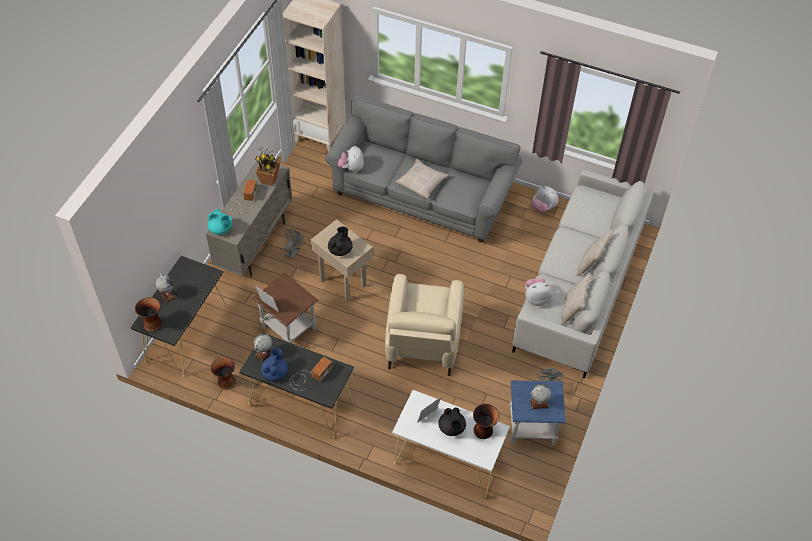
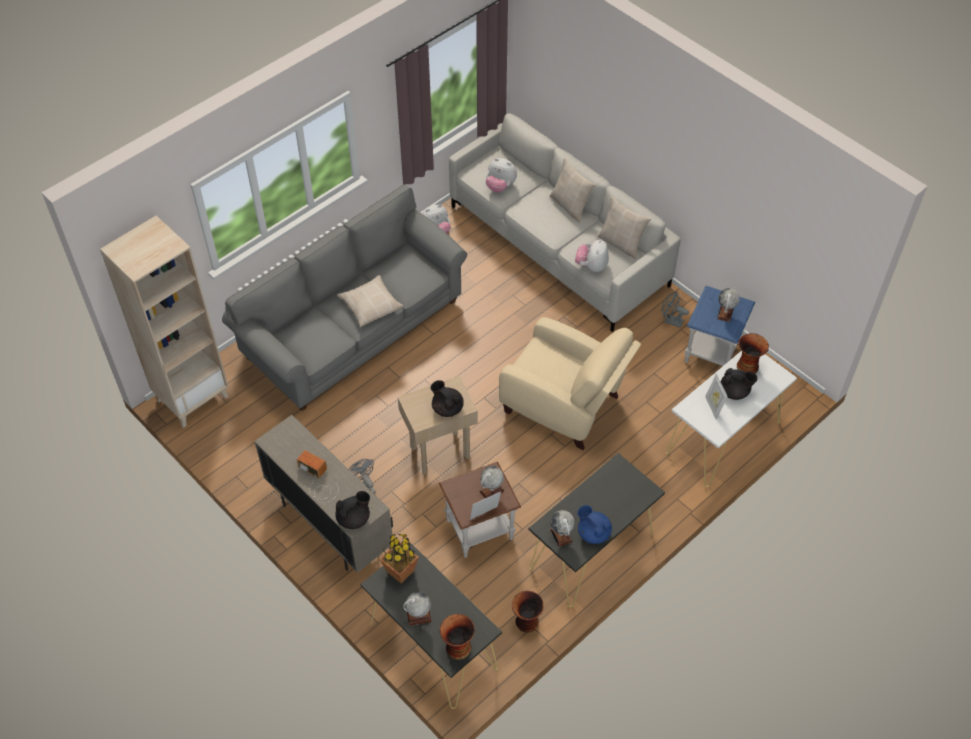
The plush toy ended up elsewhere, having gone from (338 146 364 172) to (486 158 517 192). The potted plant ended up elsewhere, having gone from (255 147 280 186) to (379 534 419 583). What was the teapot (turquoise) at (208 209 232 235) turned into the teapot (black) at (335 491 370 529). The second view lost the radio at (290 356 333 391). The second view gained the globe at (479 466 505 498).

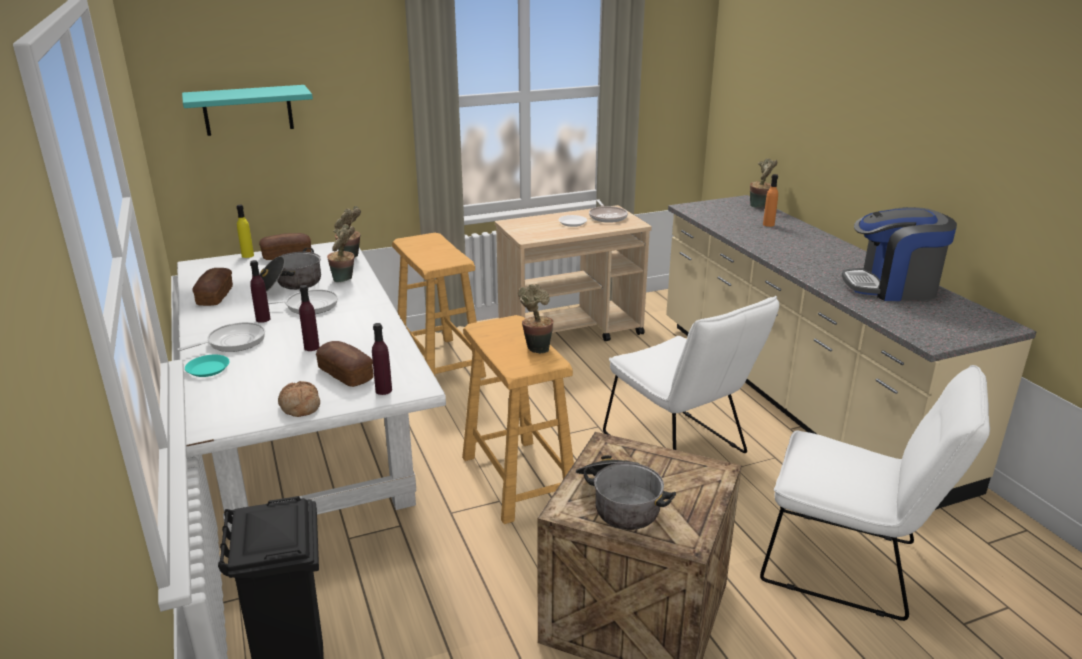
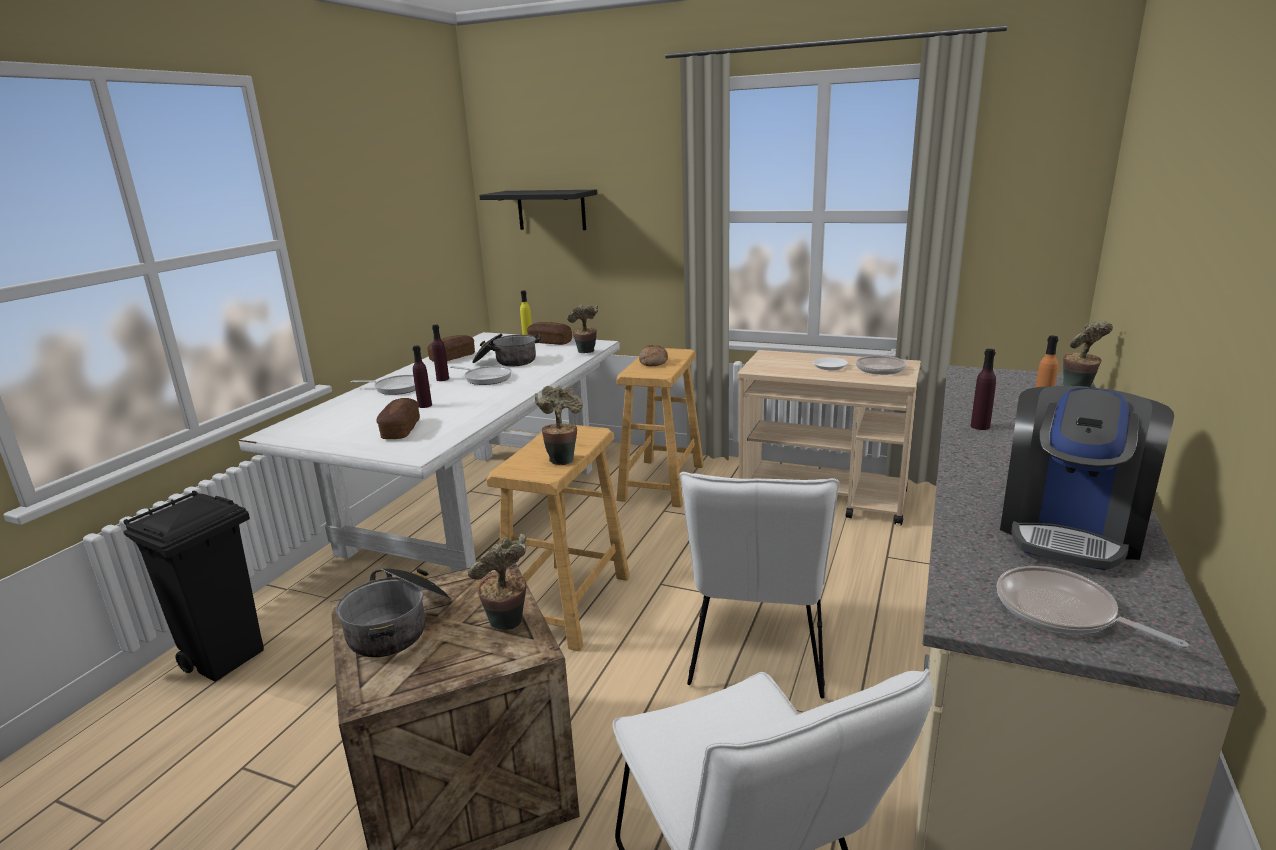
What was the shelf (turquoise) at (182 85 313 136) turned into the shelf (black) at (479 190 597 230). The coffee machine at (842 207 957 301) ended up facing another way, 105 degrees counterclockwise from before. The potted plant ended up elsewhere, having gone from (327 224 355 282) to (468 534 527 630). The bottle (purple) ended up elsewhere, having gone from (372 323 392 395) to (971 349 996 430). The second view lost the plate (turquoise) at (185 355 230 377). The bread ended up elsewhere, having gone from (278 381 320 417) to (639 345 668 366). The second view gained the frying pan at (997 566 1189 648).

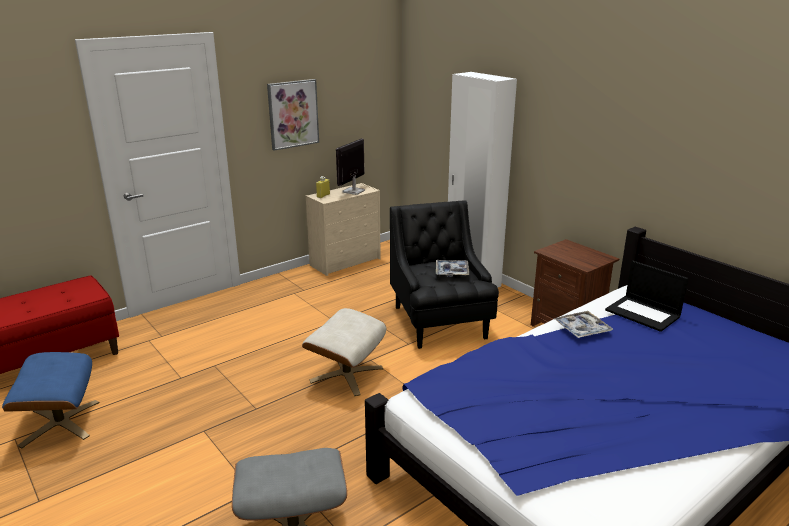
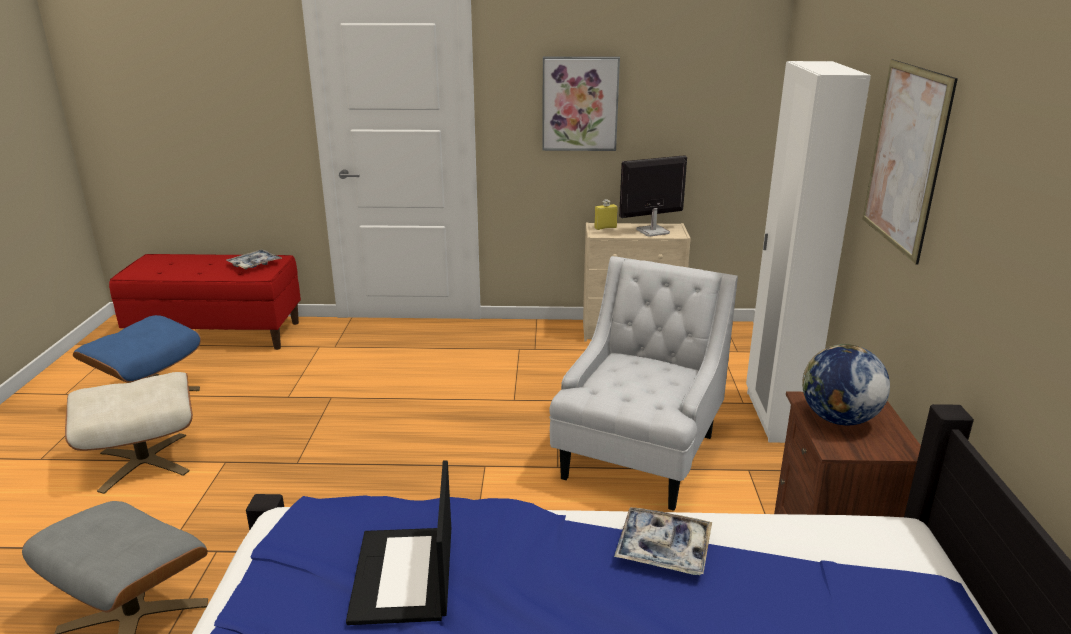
What was the armchair (black) at (390 200 499 349) turned into the armchair (white) at (549 256 738 511). The tray ended up elsewhere, having gone from (436 260 469 277) to (226 249 282 269). The laptop ended up elsewhere, having gone from (605 261 688 332) to (346 460 451 625). The ottoman (beige) ended up elsewhere, having gone from (302 308 386 396) to (65 372 193 494). The second view gained the picture at (863 59 958 265). The second view gained the globe at (802 344 890 426).

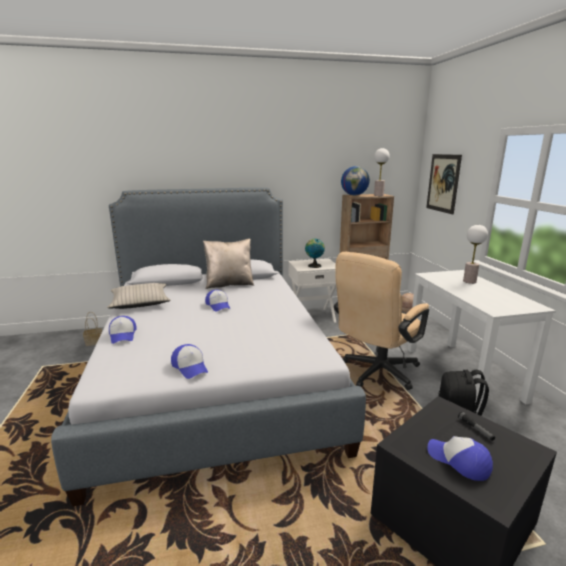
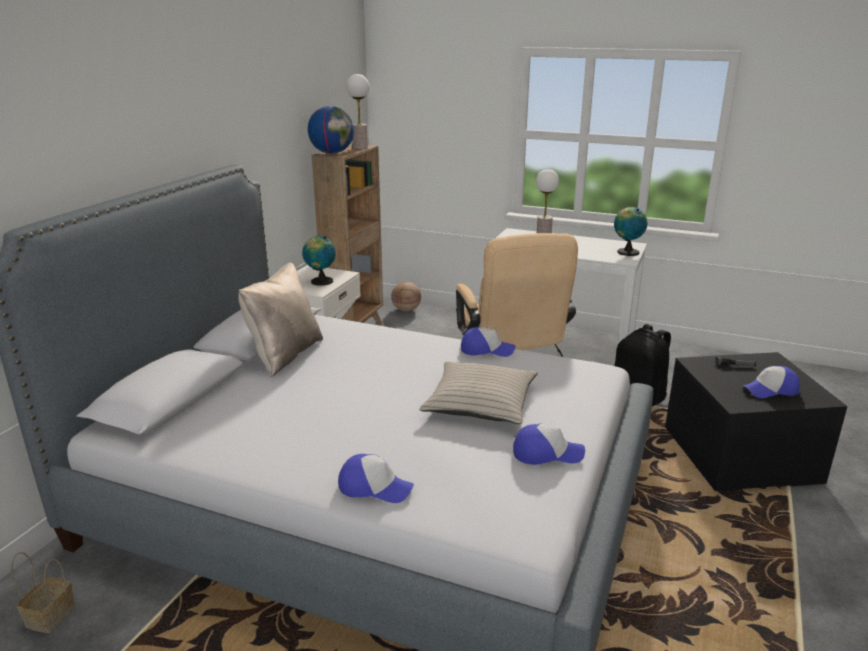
The second view lost the picture at (426 154 462 215). The pillow (beige) ended up elsewhere, having gone from (107 283 170 309) to (419 361 538 424). The cap ended up elsewhere, having gone from (205 290 230 312) to (461 327 515 357). The second view gained the globe at (614 207 648 256).

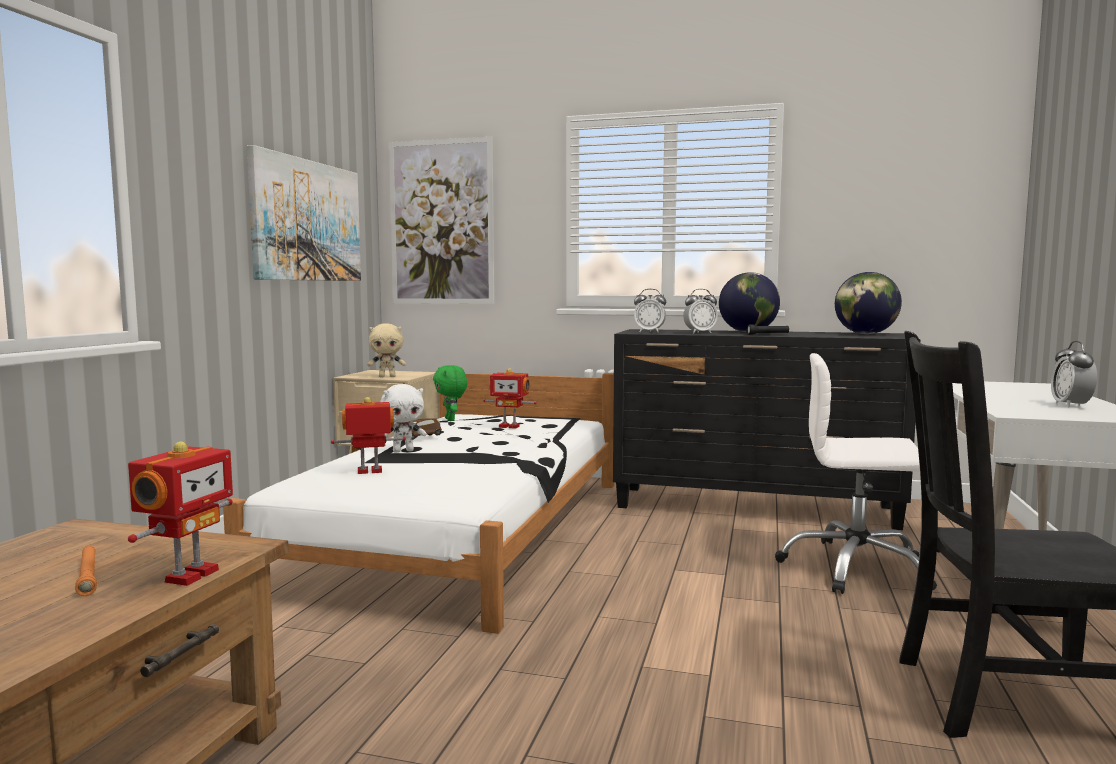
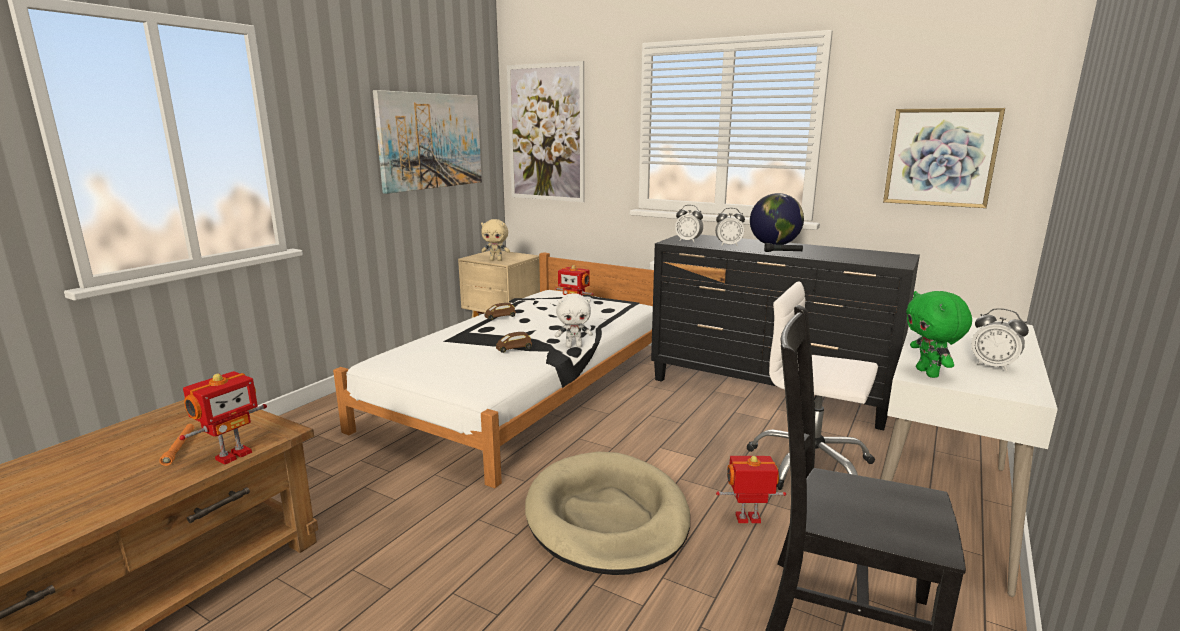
The second view lost the globe at (835 272 902 334). The alarm clock at (1051 341 1097 408) ended up facing another way, 75 degrees counterclockwise from before. The plush toy (green) ended up elsewhere, having gone from (433 365 467 421) to (906 291 972 378). The plush toy (white) ended up elsewhere, having gone from (380 384 427 452) to (555 293 593 348). The toy robot ended up elsewhere, having gone from (331 397 406 474) to (716 456 786 523). The second view gained the picture at (883 108 1005 208). The second view gained the toy car (brown) at (496 332 532 353). The second view gained the dog bed (beige) at (525 452 690 575).

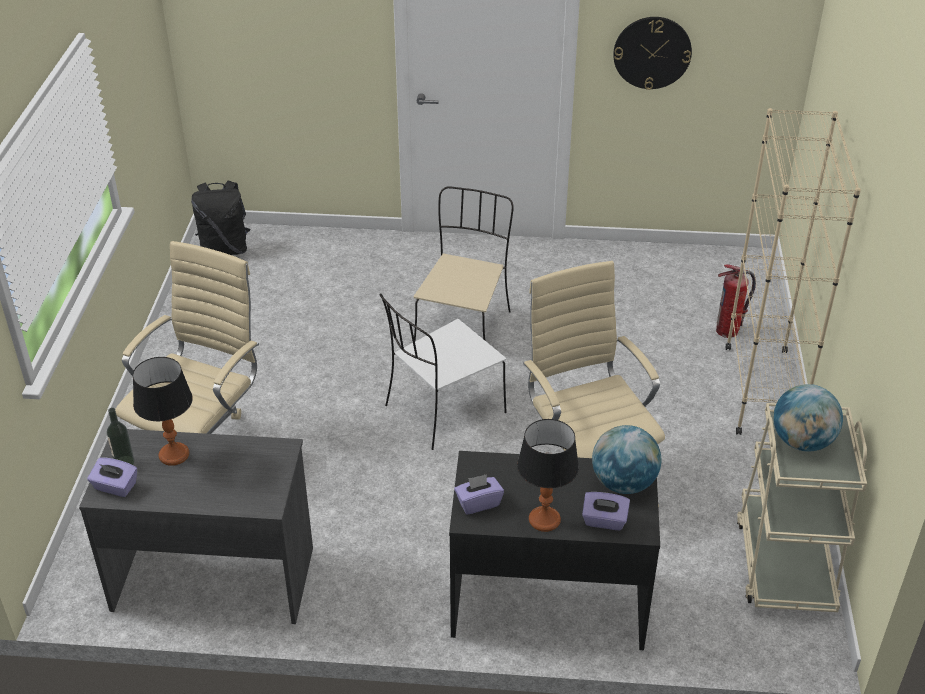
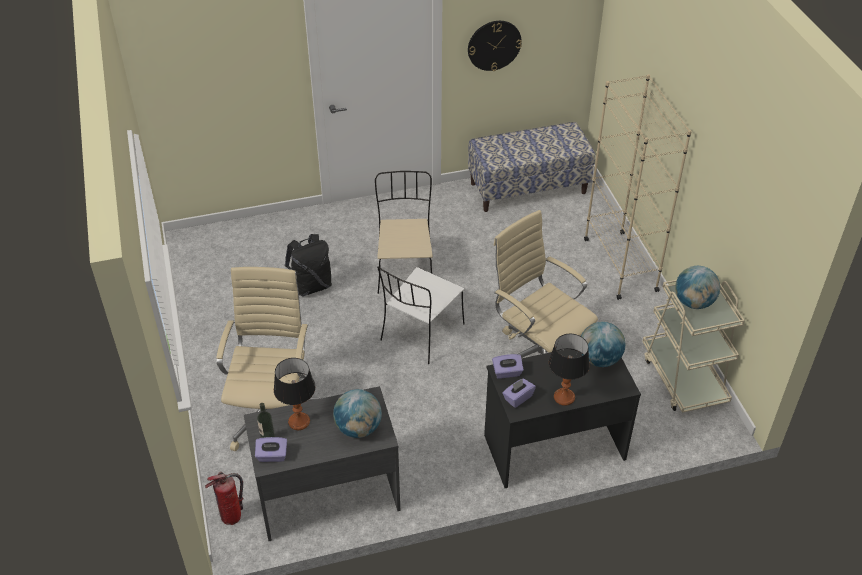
The backpack (black) ended up elsewhere, having gone from (191 181 250 255) to (285 234 332 296). The fire extinguisher ended up elsewhere, having gone from (716 264 756 338) to (205 472 243 525). The tissue box (purple) ended up elsewhere, having gone from (582 492 630 530) to (492 354 524 379). The second view gained the bench at (468 122 595 212). The second view gained the globe at (333 389 382 438).

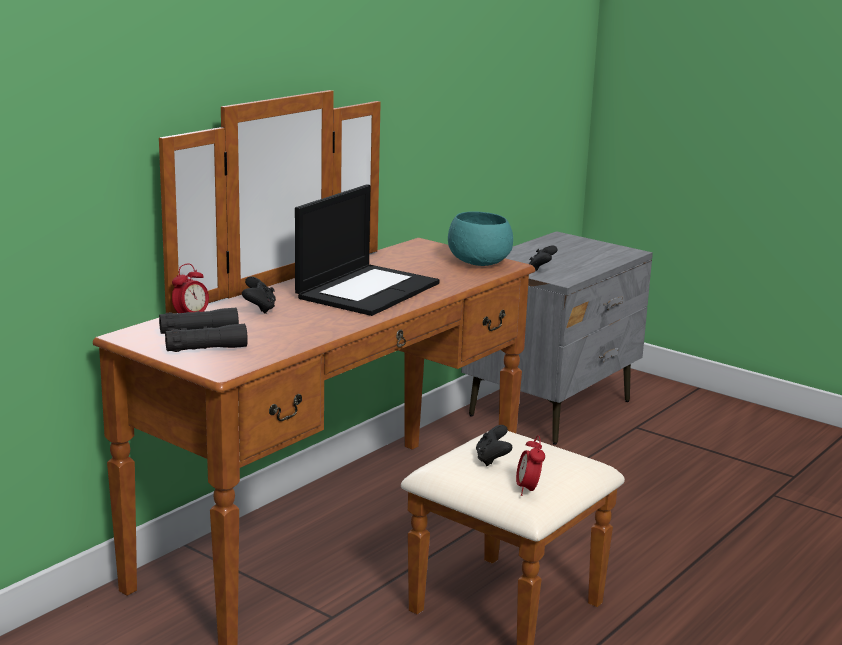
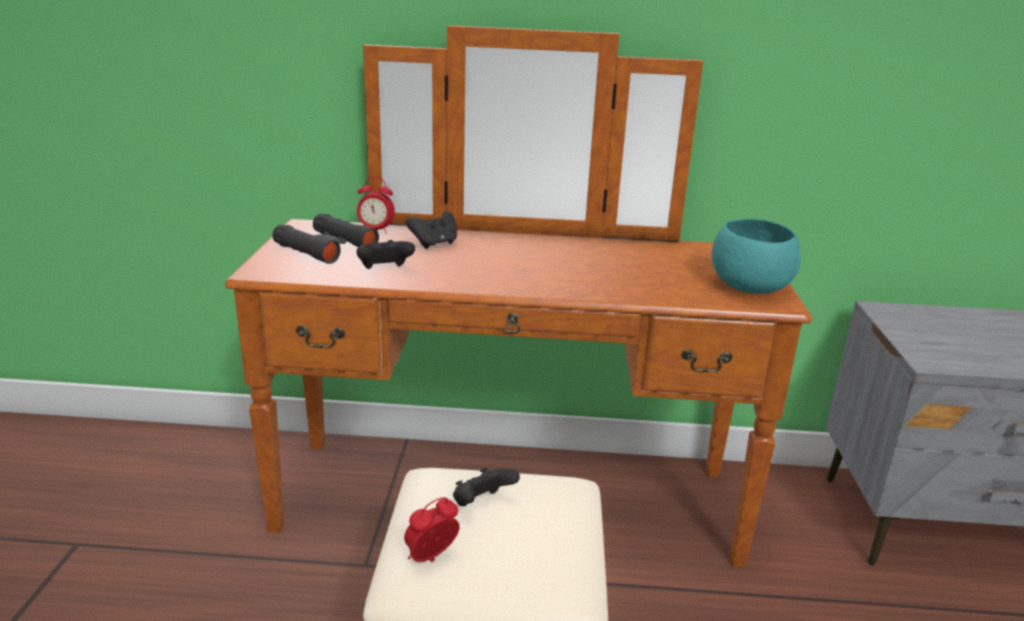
The second view lost the laptop at (295 184 440 316). The game controller (black) ended up elsewhere, having gone from (529 245 558 271) to (356 240 415 269).

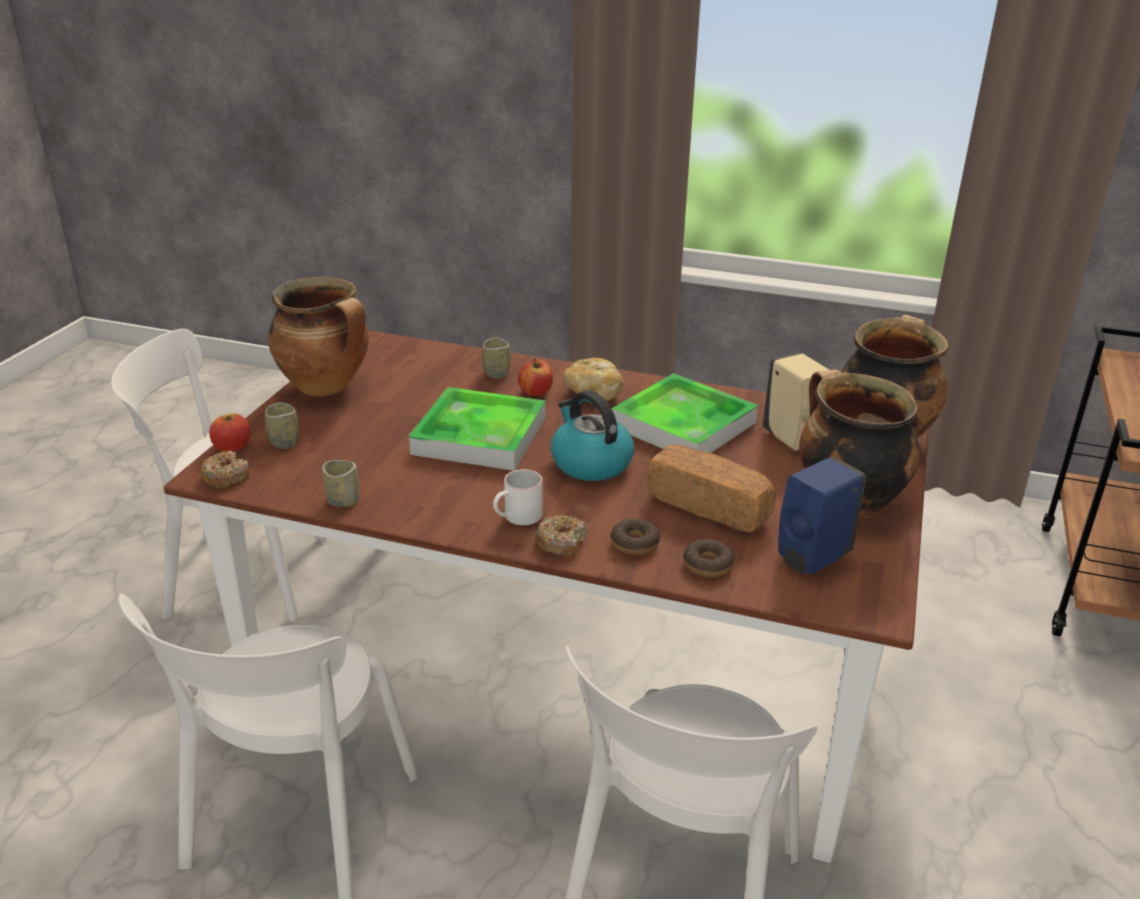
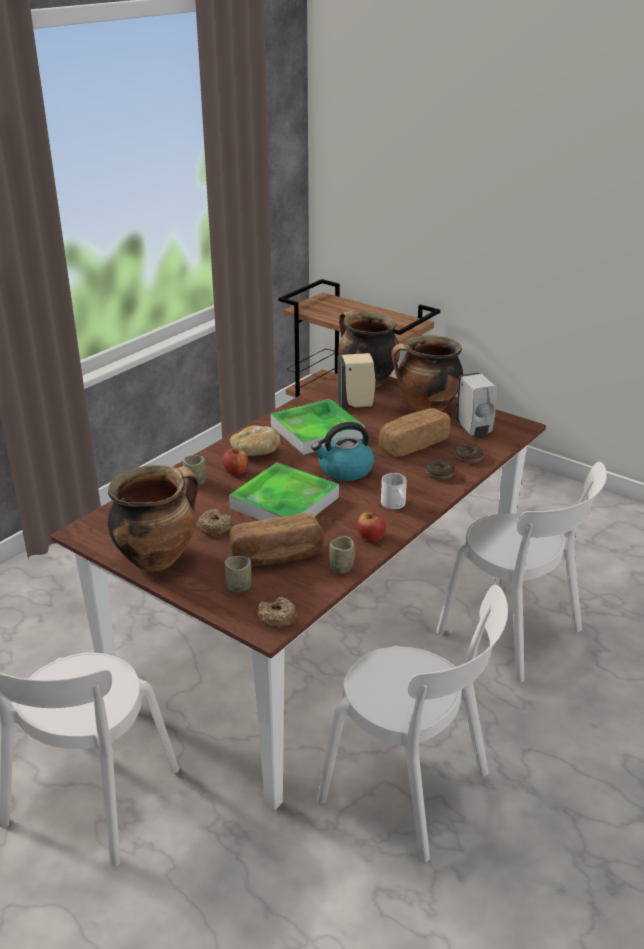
The apple ended up elsewhere, having gone from (209 414 251 452) to (357 511 386 542). What was the soap dispenser (blue) at (778 457 866 574) turned into the soap dispenser (white) at (456 372 497 437). The donut ended up elsewhere, having gone from (535 515 588 557) to (197 509 232 536). The second view gained the bread at (229 513 324 566).

